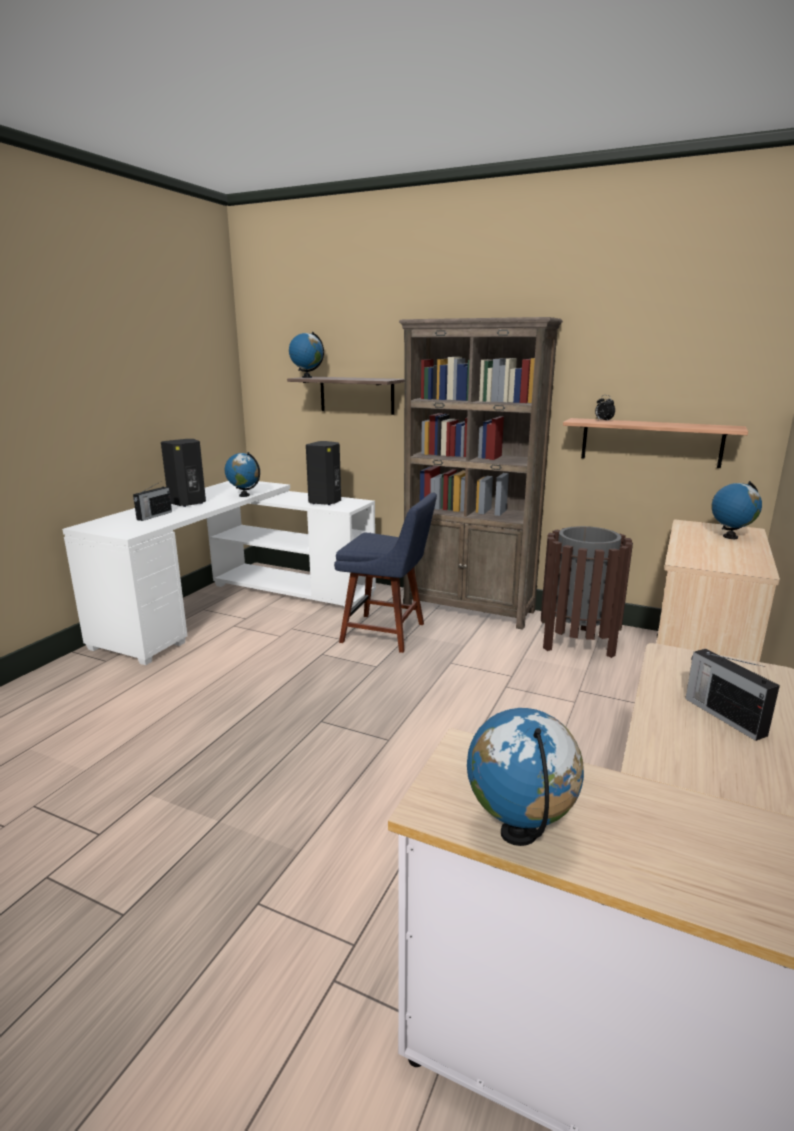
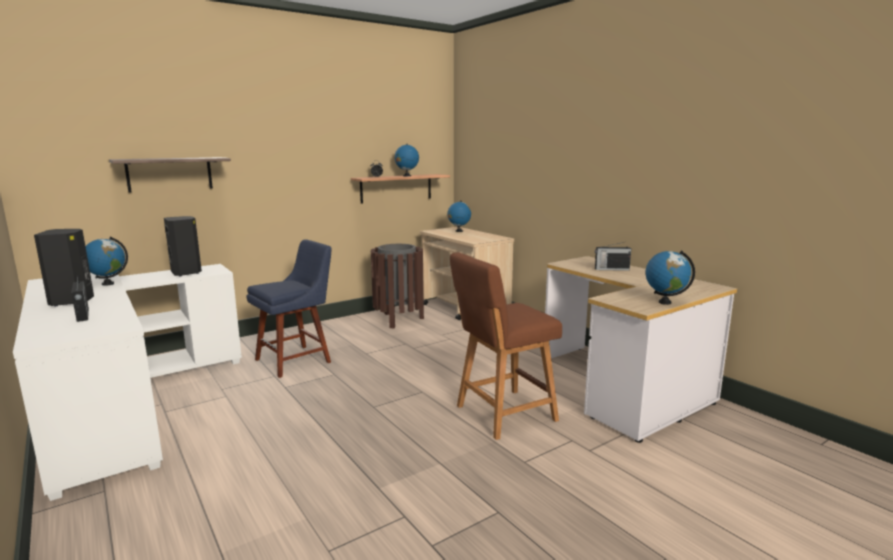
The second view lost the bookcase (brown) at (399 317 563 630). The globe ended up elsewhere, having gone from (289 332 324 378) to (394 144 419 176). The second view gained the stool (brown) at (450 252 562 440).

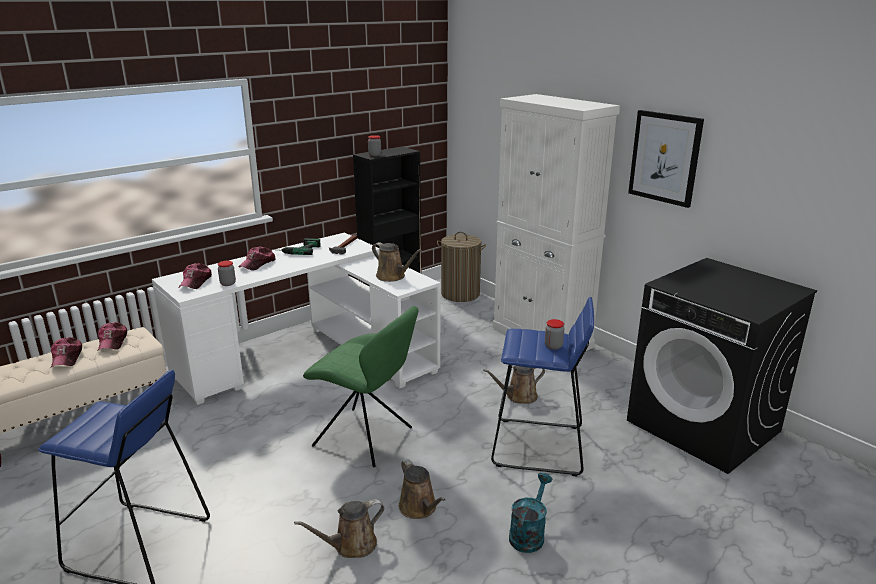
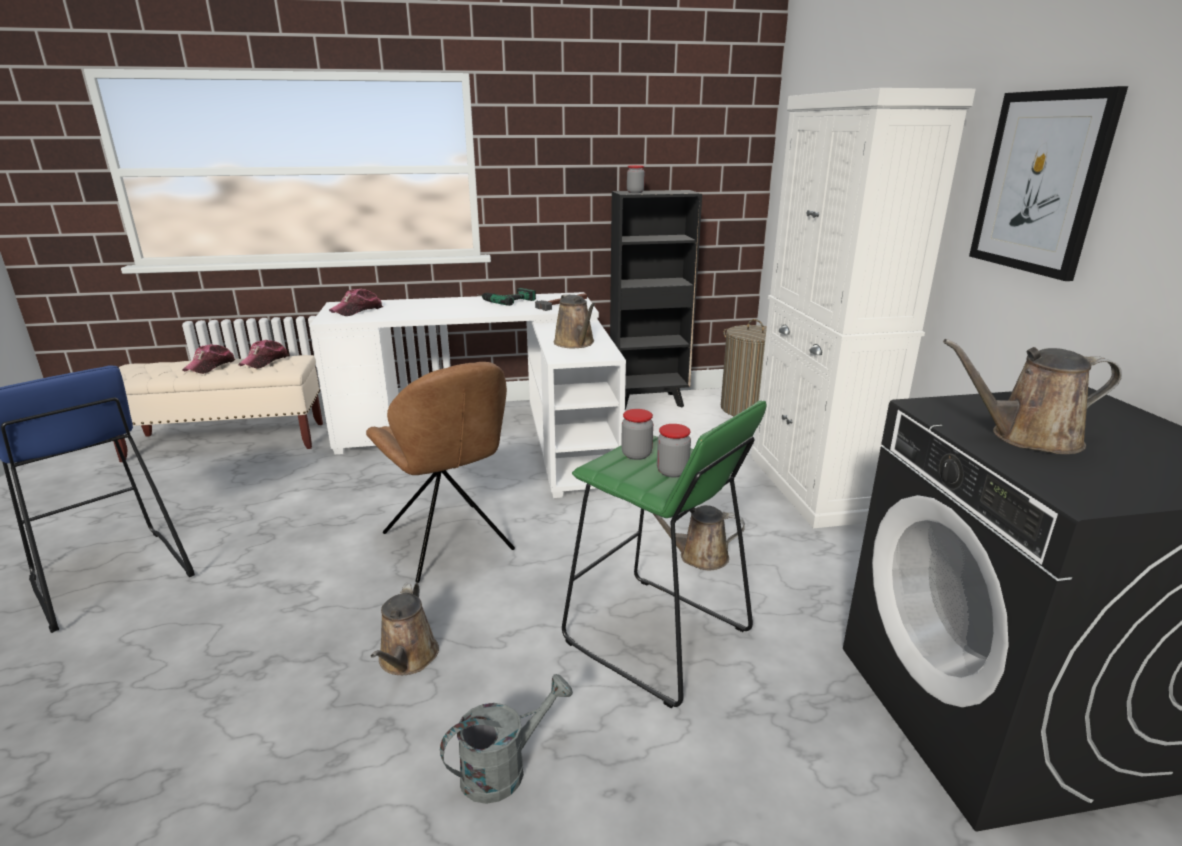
The second view lost the cap at (238 247 276 271). The jar ended up elsewhere, having gone from (218 261 236 286) to (621 409 653 460). What was the stool (blue) at (491 297 594 477) turned into the stool (green) at (562 401 767 708). What was the chair (green) at (303 306 418 467) turned into the chair (brown) at (366 362 515 583). What was the watering can (turquoise) at (509 473 552 553) turned into the watering can (grey) at (440 674 573 804). The watering can (brown) ended up elsewhere, having gone from (294 499 384 558) to (943 339 1122 454).

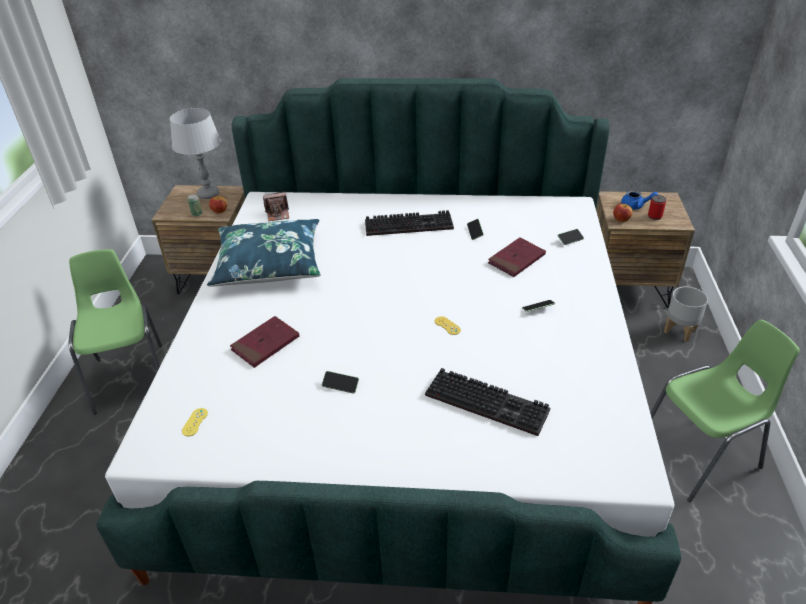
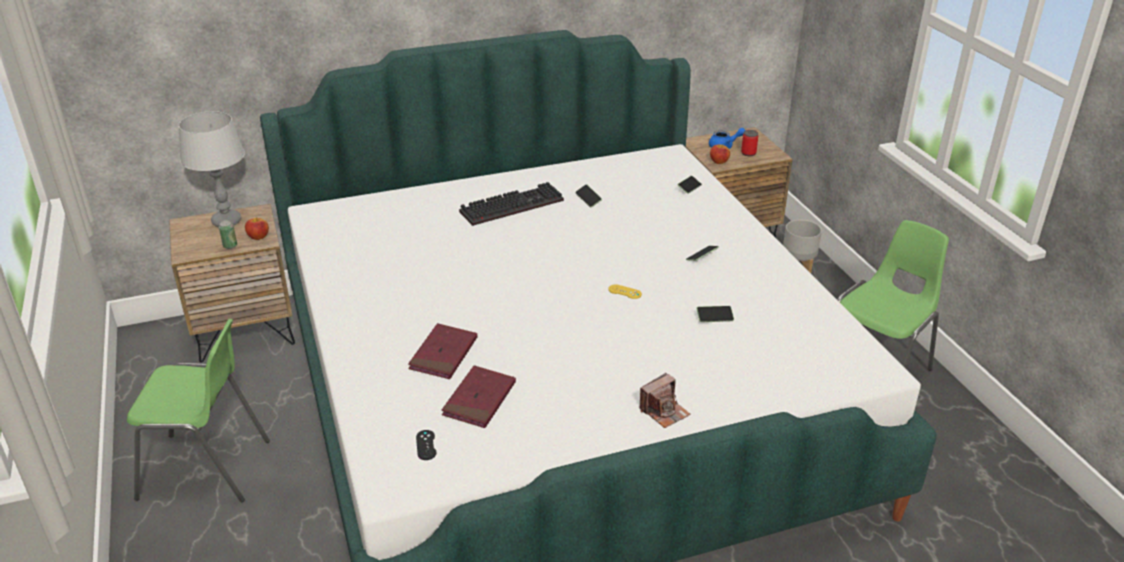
The photo camera ended up elsewhere, having gone from (263 192 289 221) to (639 373 690 428). The second view lost the pillow (blue) at (207 219 321 287). The book (red) ended up elsewhere, having gone from (488 237 546 277) to (442 365 516 428). The chair (green) at (68 249 162 415) ended up facing another way, 135 degrees clockwise from before. The second view lost the keyboard at (425 368 550 436). The phone ended up elsewhere, having gone from (322 371 359 394) to (696 306 734 322). What was the game controller (yellow) at (182 408 208 436) turned into the game controller (black) at (416 430 436 460).

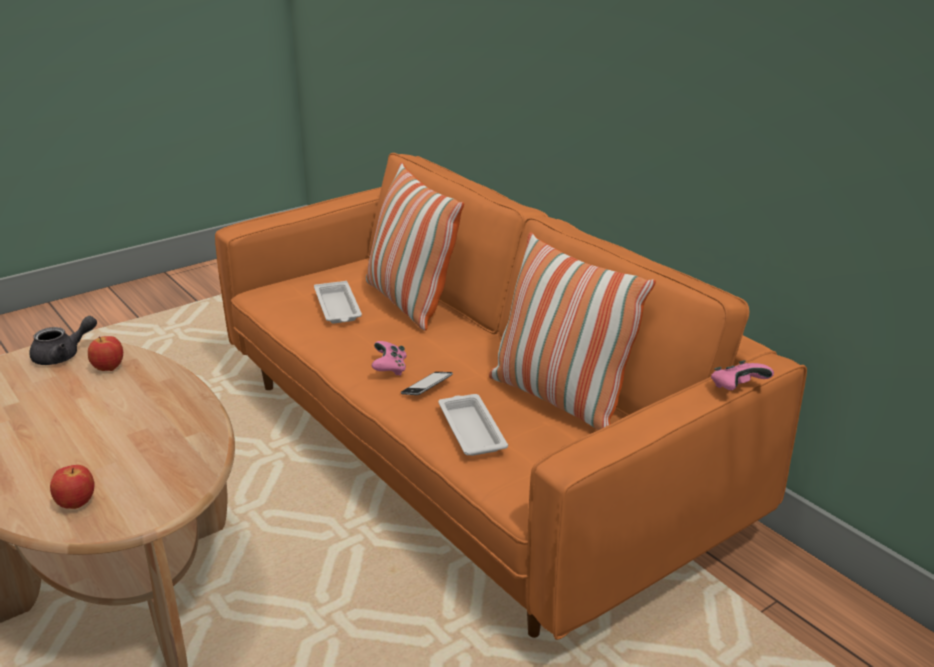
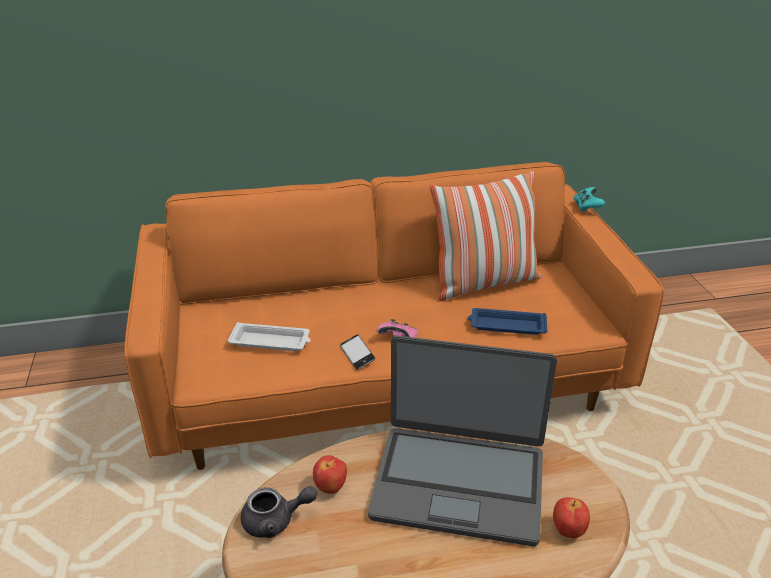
The second view lost the pillow at (366 162 464 331). The teapot (grey) at (29 316 97 365) ended up facing another way, 90 degrees clockwise from before. What was the game controller (pink) at (711 360 774 390) turned into the game controller (turquoise) at (574 187 605 212). The phone ended up elsewhere, having gone from (401 372 453 395) to (340 334 375 370). What was the tray (white) at (438 394 508 456) turned into the tray (blue) at (468 308 547 335). The second view gained the laptop at (368 336 557 546).

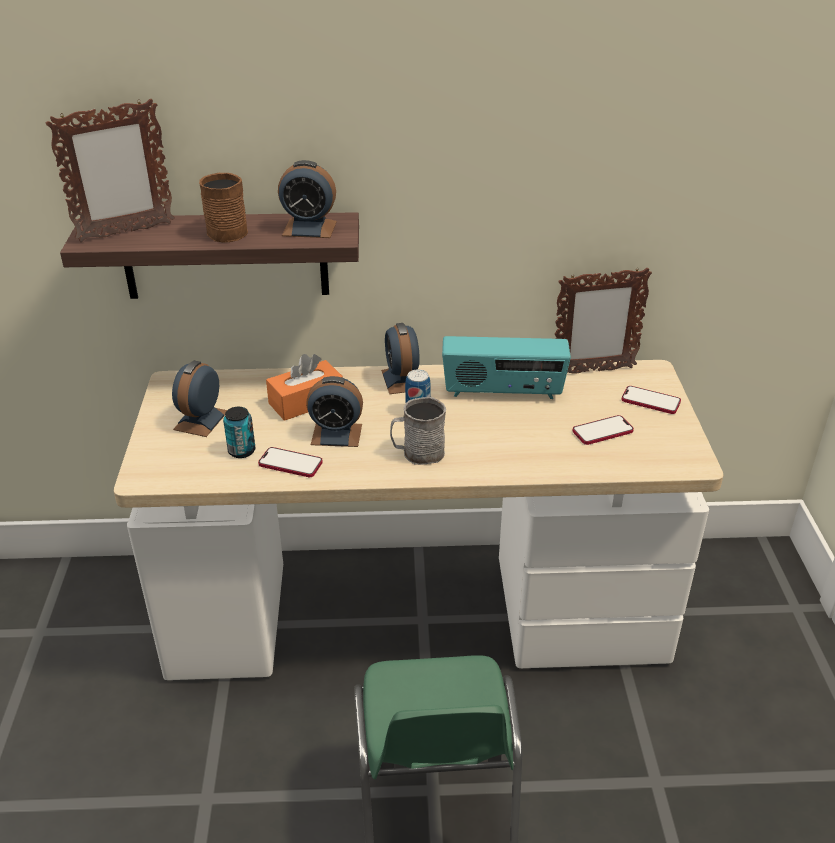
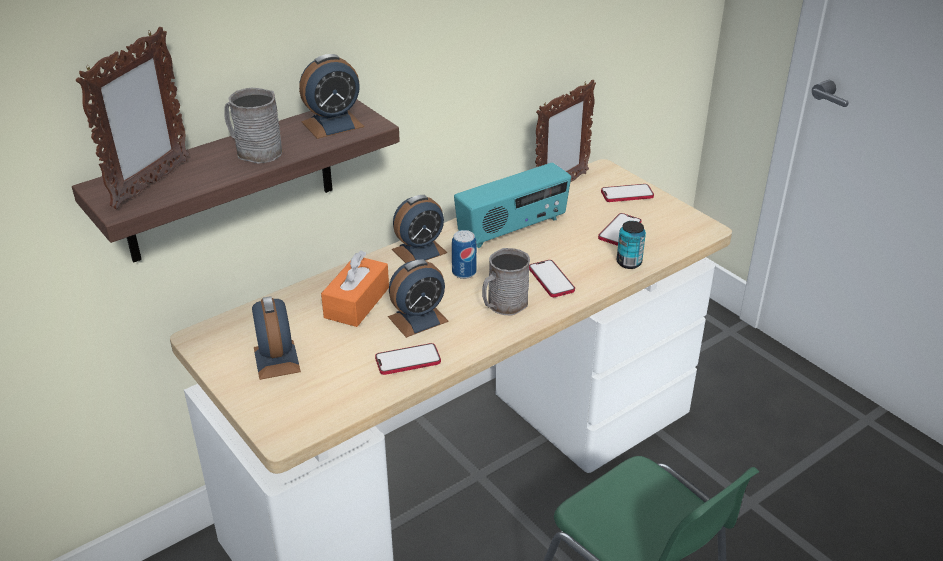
What was the mug (brown) at (199 173 248 242) turned into the mug (grey) at (224 88 282 164). The alarm clock at (381 323 420 394) ended up facing another way, 75 degrees counterclockwise from before. The can ended up elsewhere, having gone from (223 407 256 458) to (617 221 646 269). The second view gained the phone at (529 260 575 297).

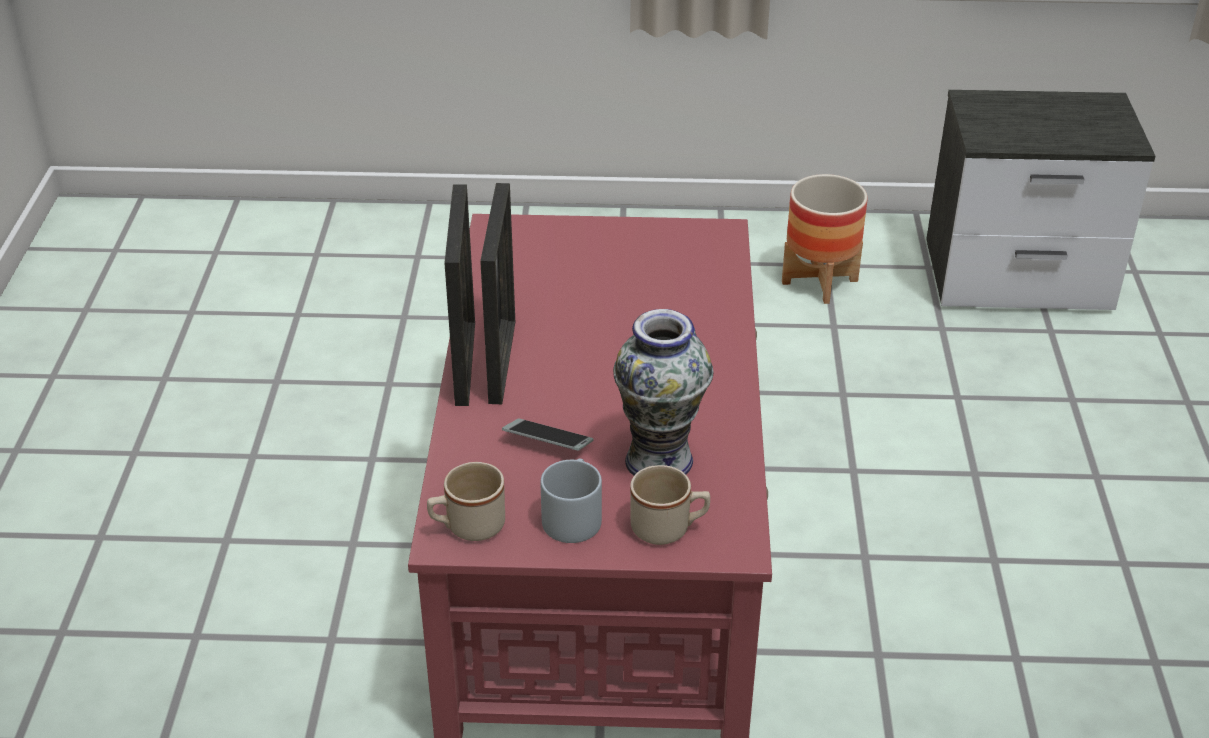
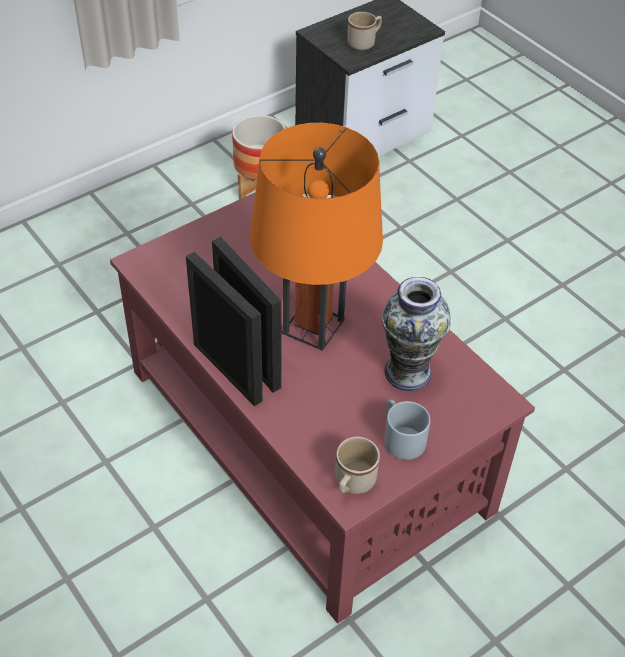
The second view lost the phone at (502 419 594 451). The mug (beige) ended up elsewhere, having gone from (630 465 710 545) to (347 12 382 50). The second view gained the table lamp (orange) at (250 123 383 351).

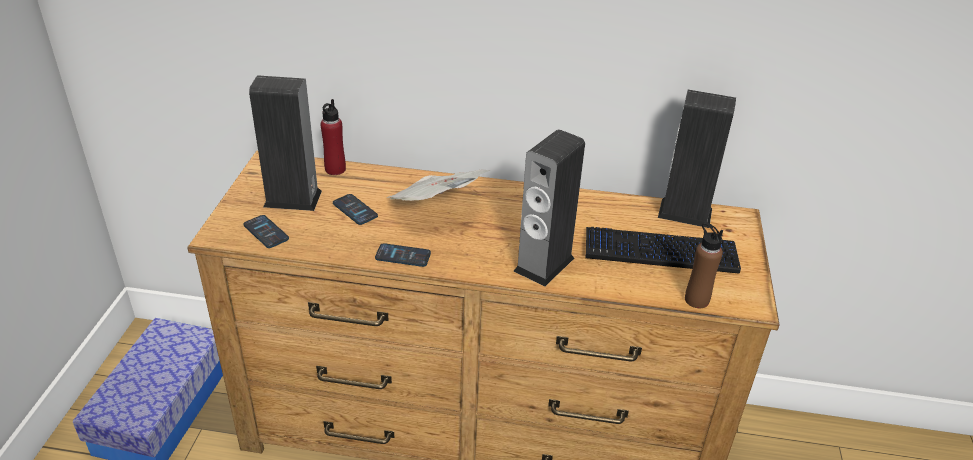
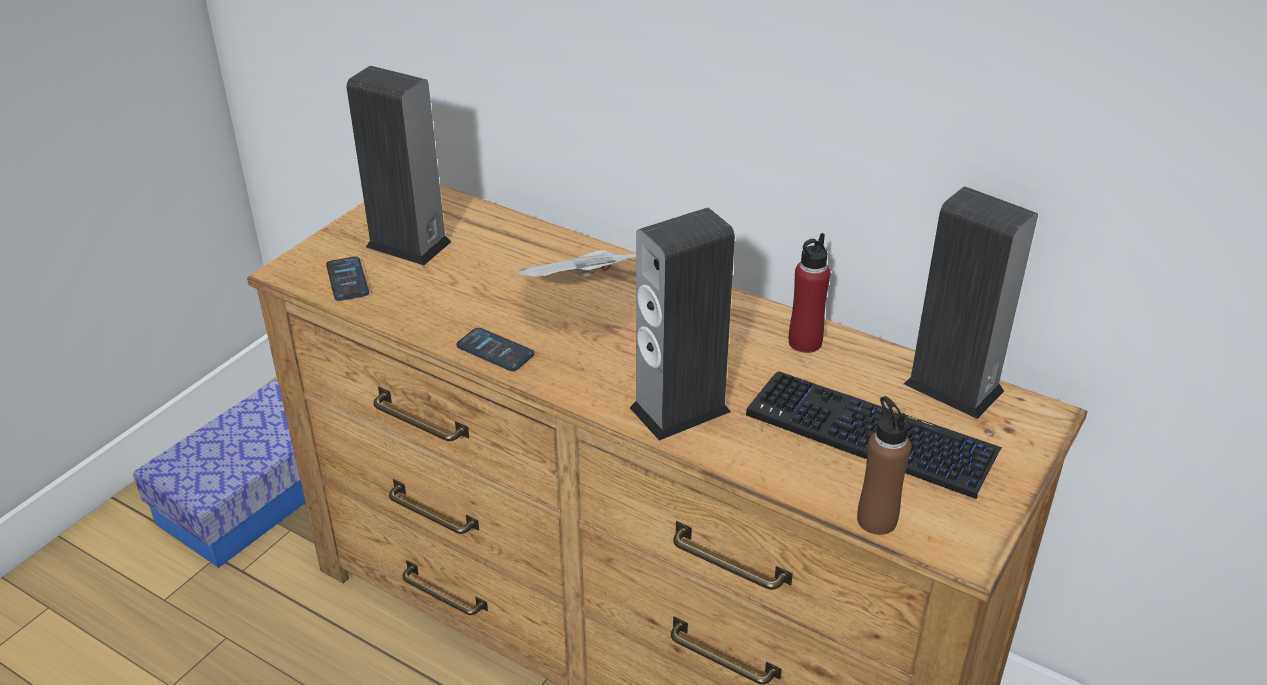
The bottle (red) ended up elsewhere, having gone from (320 99 346 175) to (789 233 830 353). The second view lost the phone at (333 194 378 225).

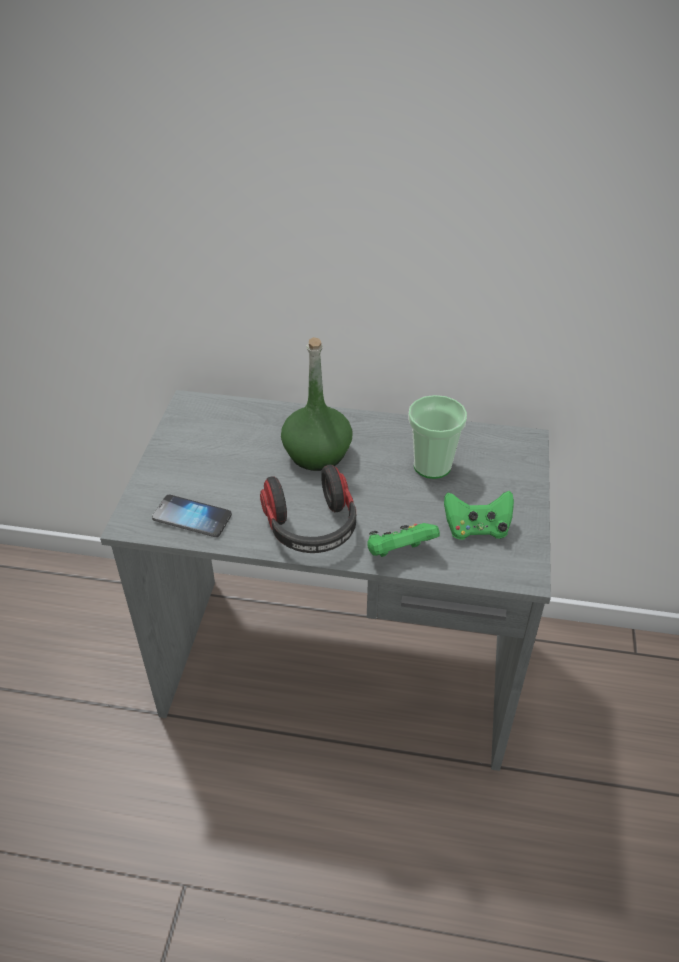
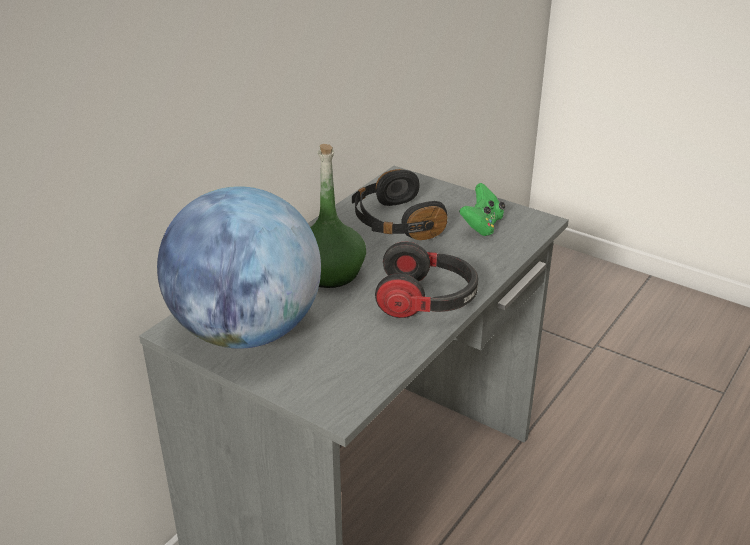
Where the cup stood at (408 395 467 479), the headphones (black) came to stand at (352 169 447 240). The second view lost the phone at (152 495 232 537). The second view lost the game controller (green) at (367 523 440 557). The second view gained the globe at (157 186 321 349).

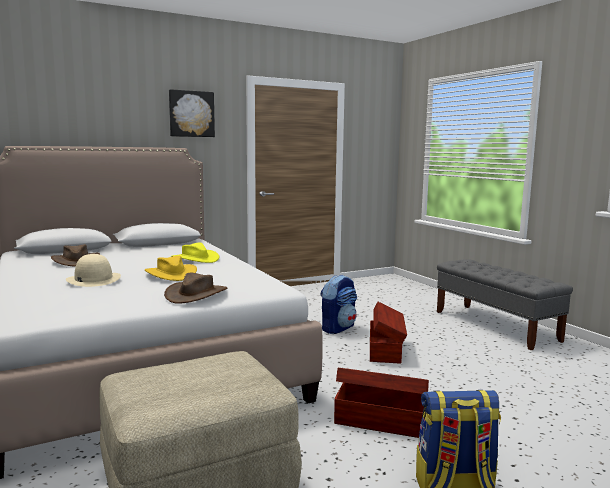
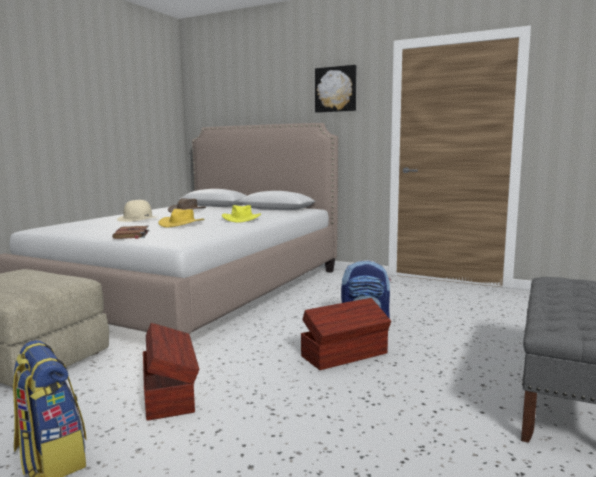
Where the hat (brown) stood at (164 273 227 304), the book (brown) came to stand at (112 226 149 239).

